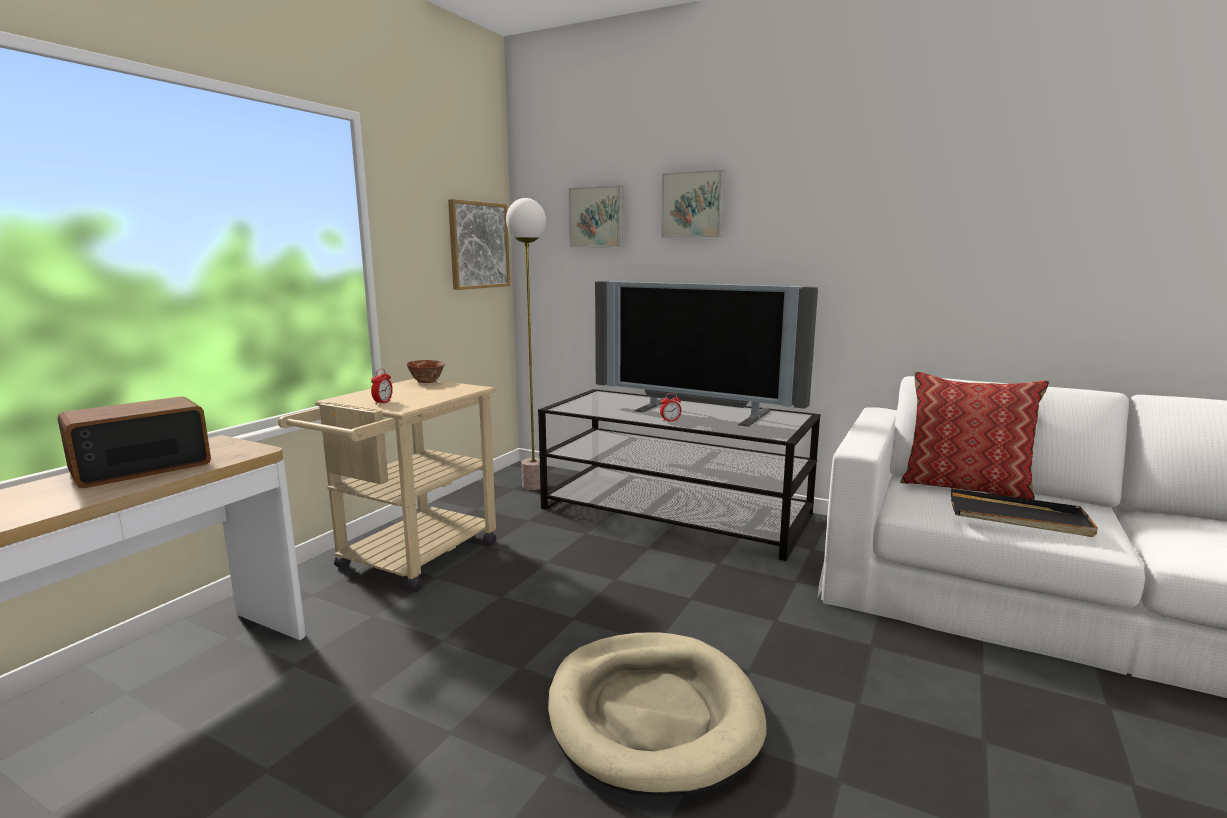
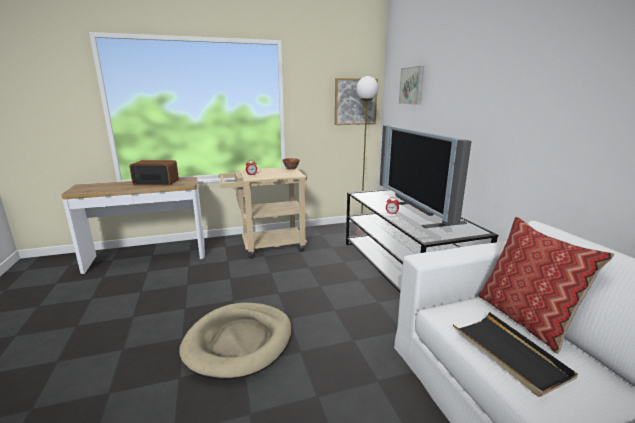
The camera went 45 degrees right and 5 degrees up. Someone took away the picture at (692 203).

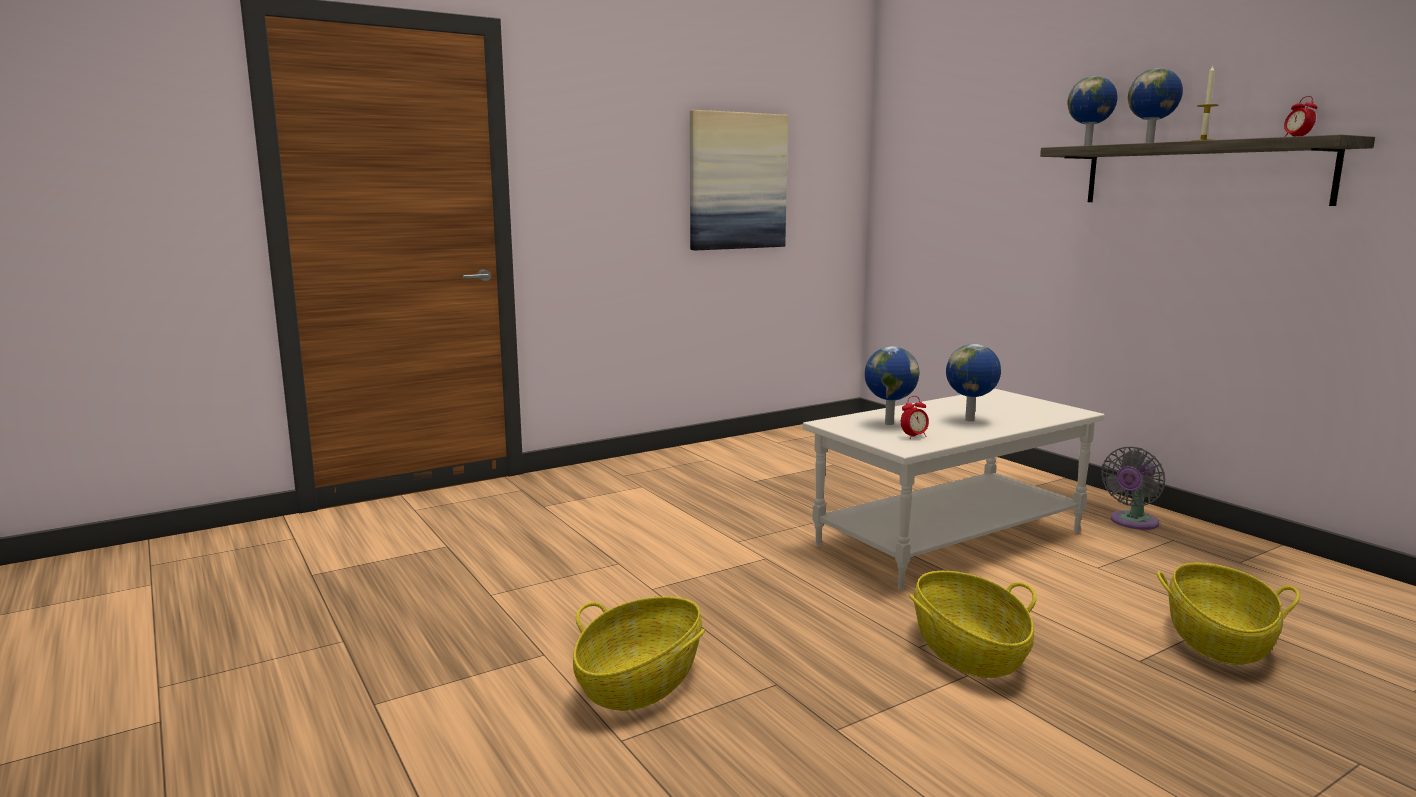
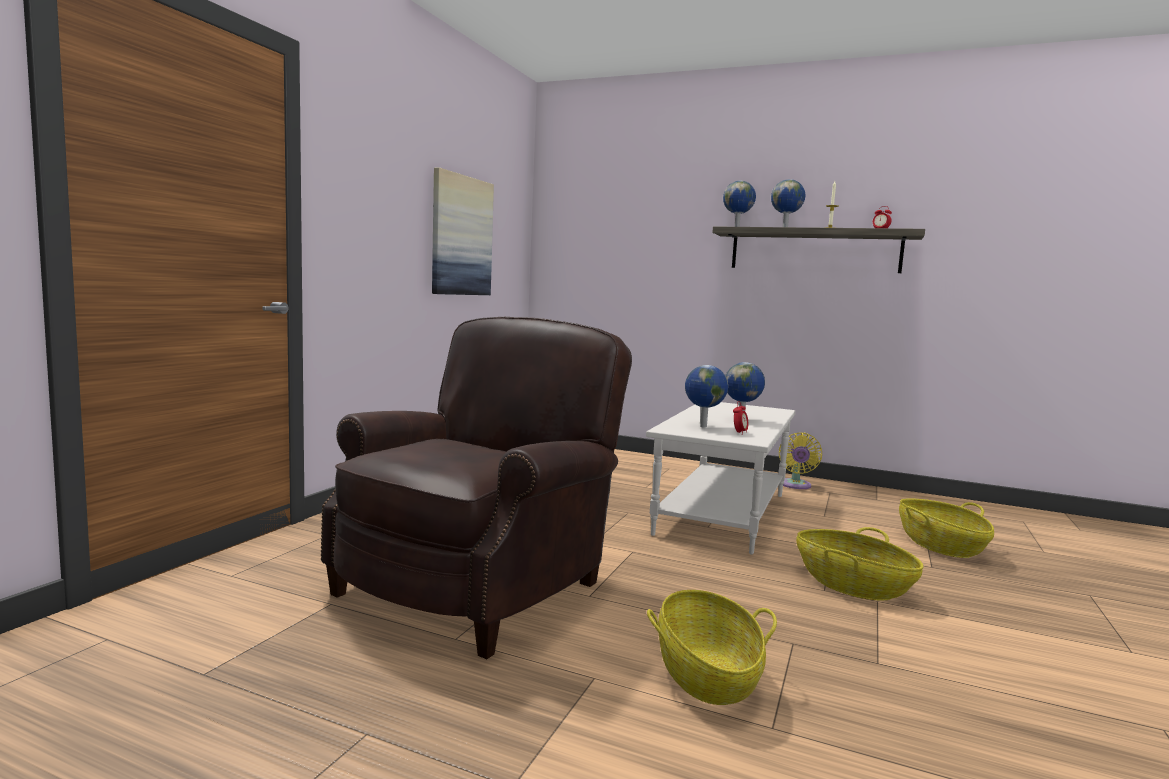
The camera went 35 degrees left and 5 degrees down. Someone put down the brown armchair at (476 488). Someone repainted the grey fan at (1133 488), which became the yellow fan at (800 461).

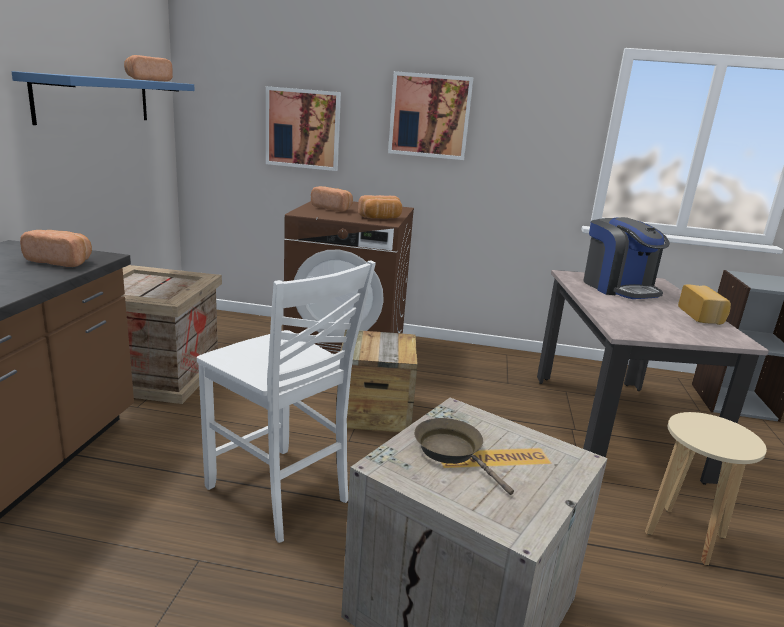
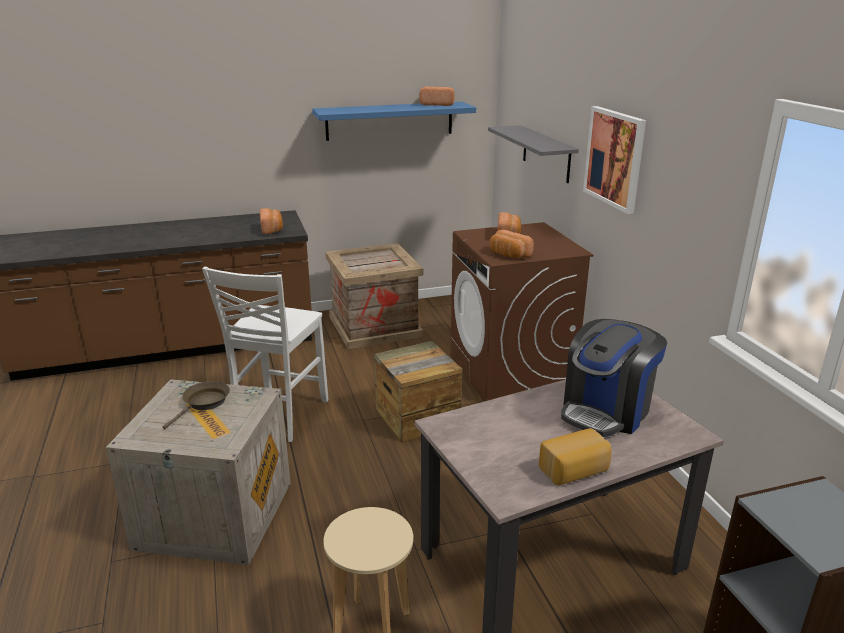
The camera went 65 degrees right and 5 degrees up. Someone swapped the picture at (303 128) for the grey shelf at (533 154).

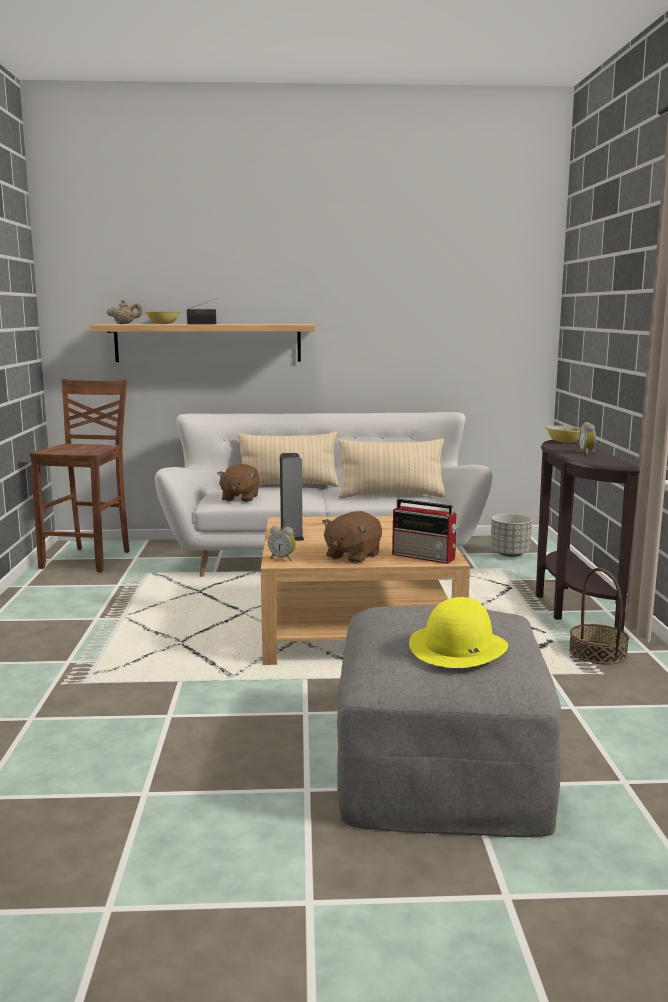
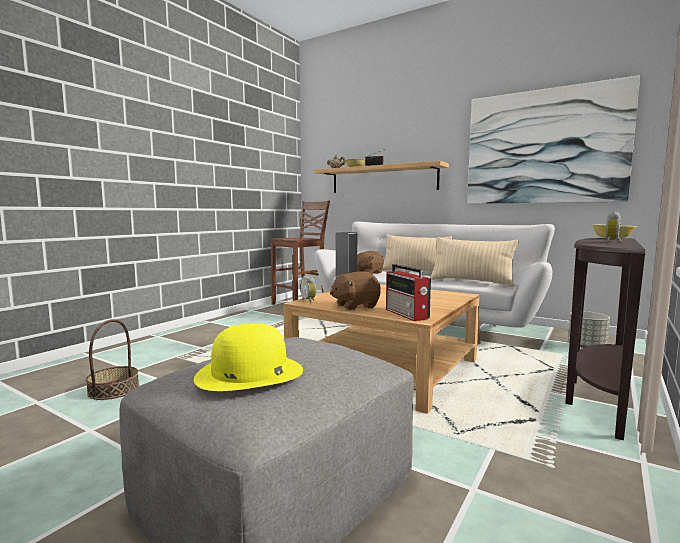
The camera went 35 degrees right and 5 degrees down. Someone put up the picture at (553 139). Someone carried the basket from (599 616) to (112 359).

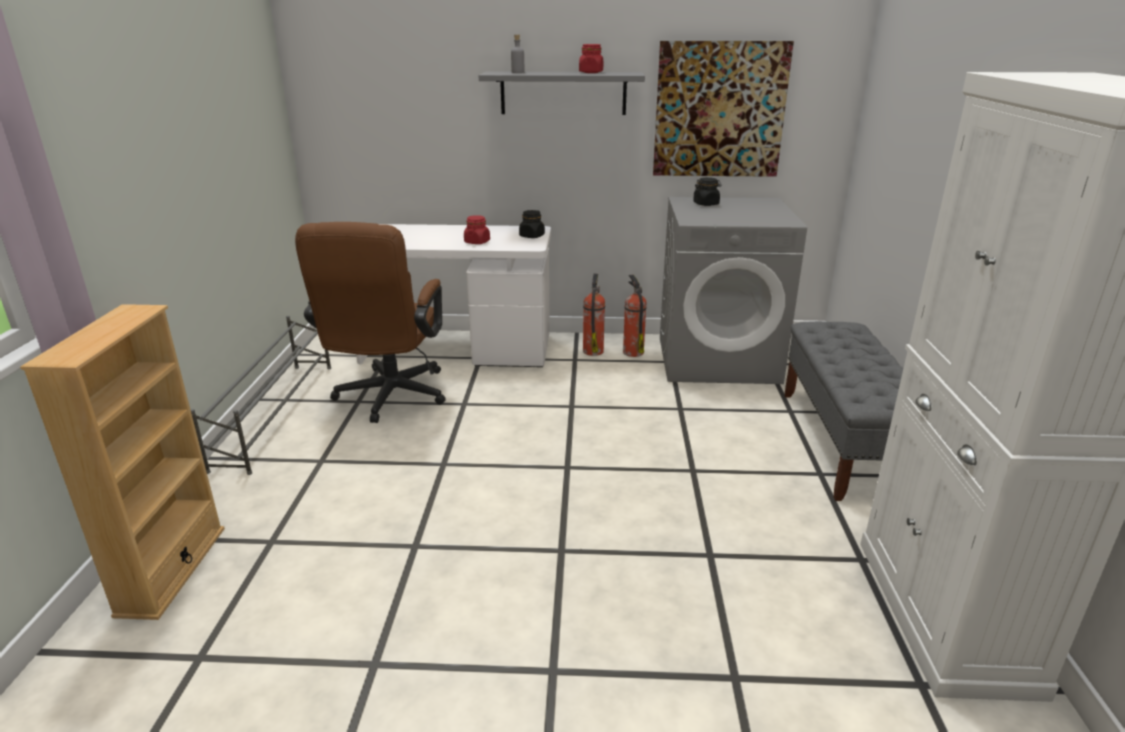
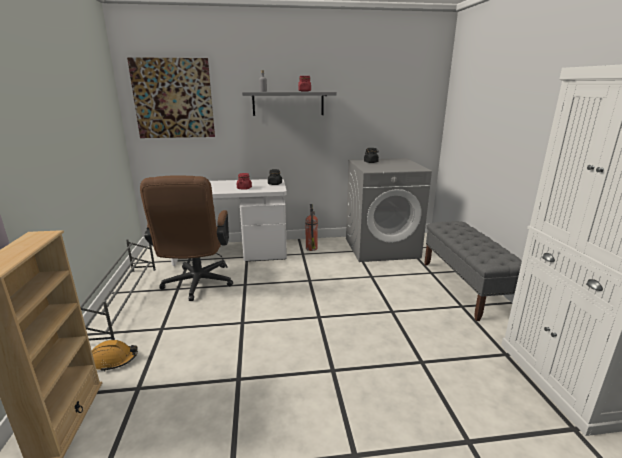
The camera went 10 degrees left and 5 degrees down. Someone took away the fire extinguisher at (635 316). Someone put down the orange hard hat at (115 356). Someone carried the picture from (723 109) to (171 97).

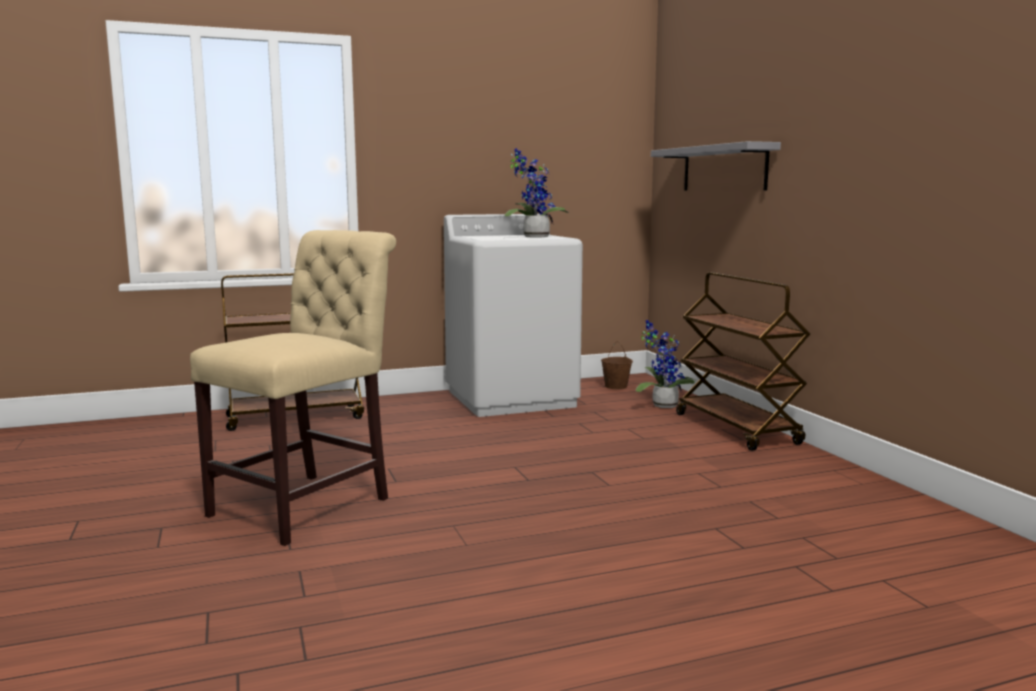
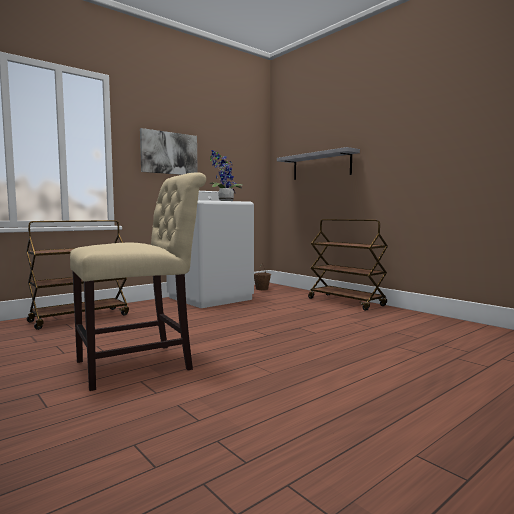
The camera went 20 degrees left and 5 degrees down. Someone took away the potted plant at (666 364). Someone put up the picture at (169 151). Someone rotated the beige chair at (293 388) by 45 degrees clockwise.

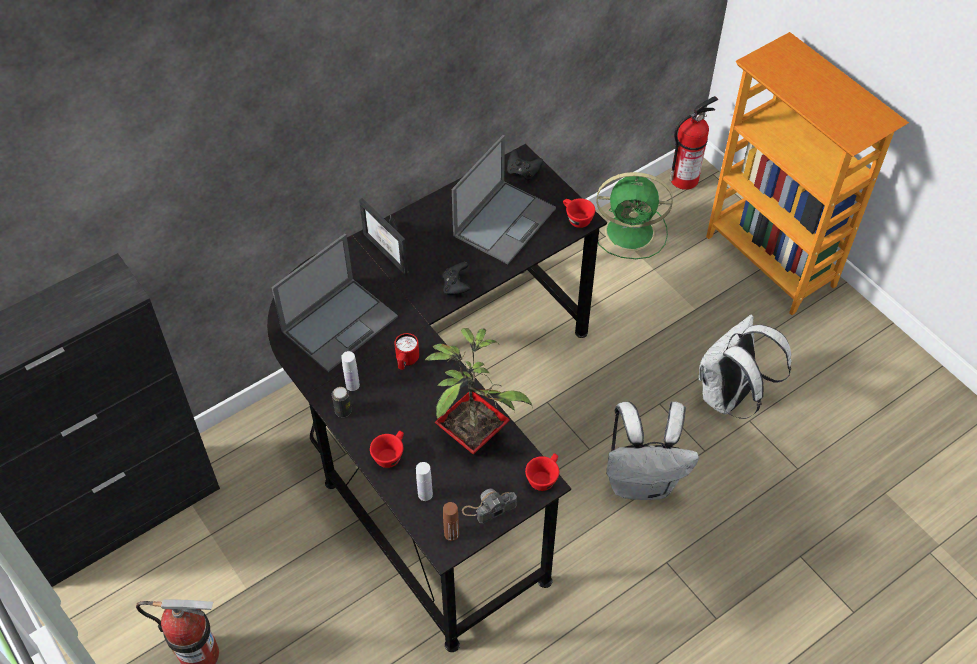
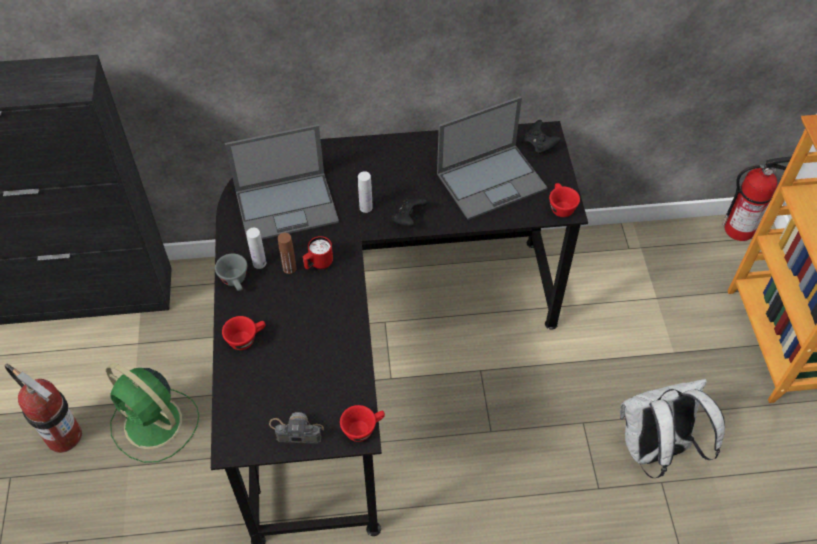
The camera went 30 degrees right and 0 degrees up. Someone took away the picture frame at (383 236). Someone took away the potted plant at (478 391). Someone took away the white backpack at (652 450). Someone carried the white bottle from (424 481) to (365 192). Someone carried the brown bottle from (451 521) to (287 253). Someone carried the green fan from (634 215) to (152 413). Someone swapped the can at (342 402) for the grey cup at (231 272).

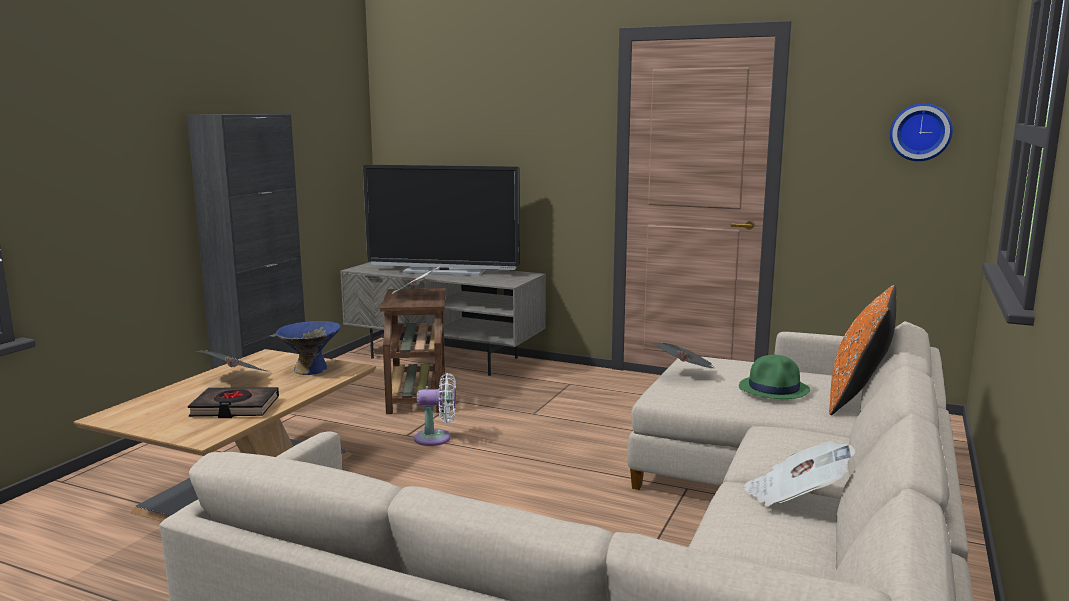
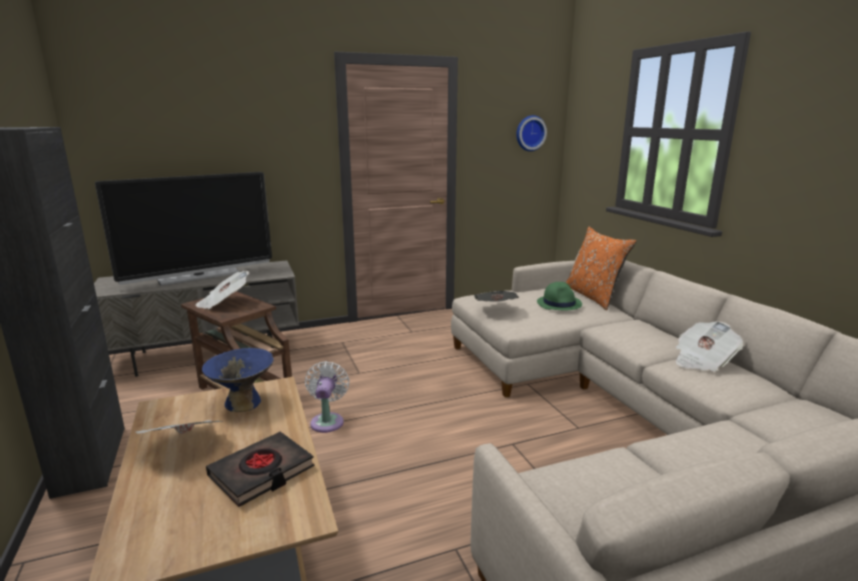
The camera went 45 degrees left and 5 degrees up. Someone rotated the white fan at (435 409) by 45 degrees counterclockwise.

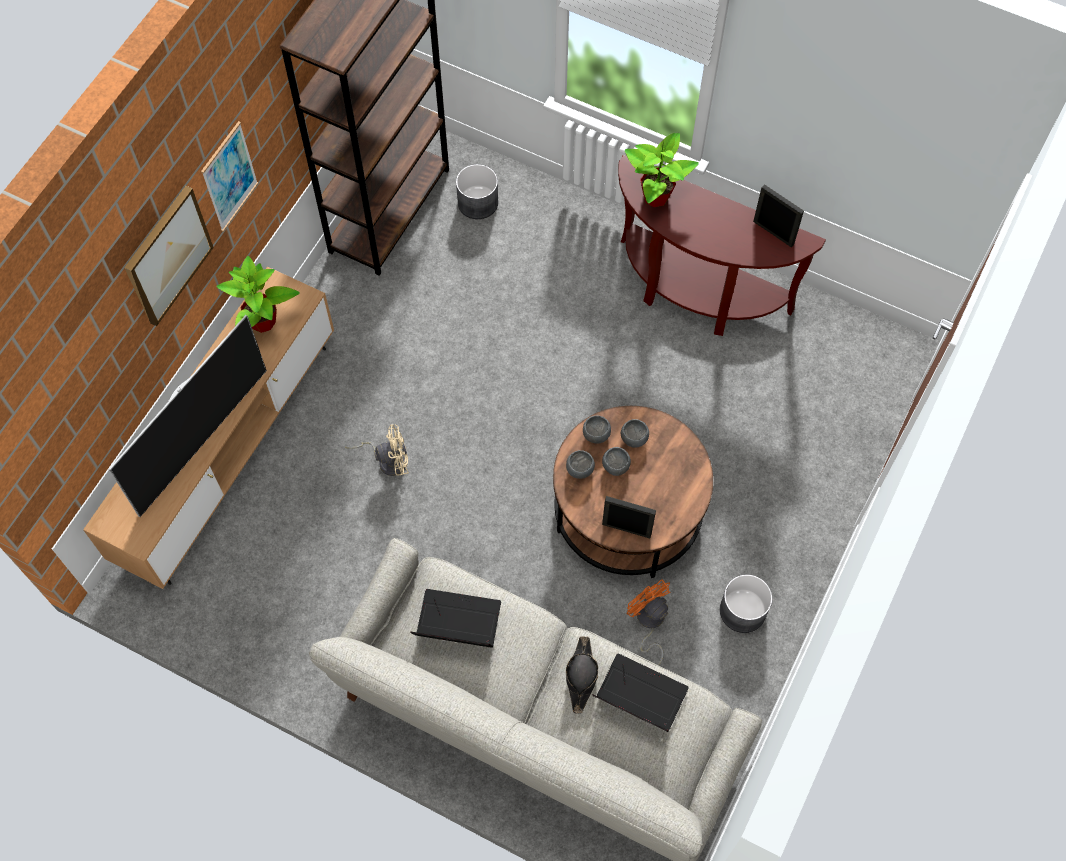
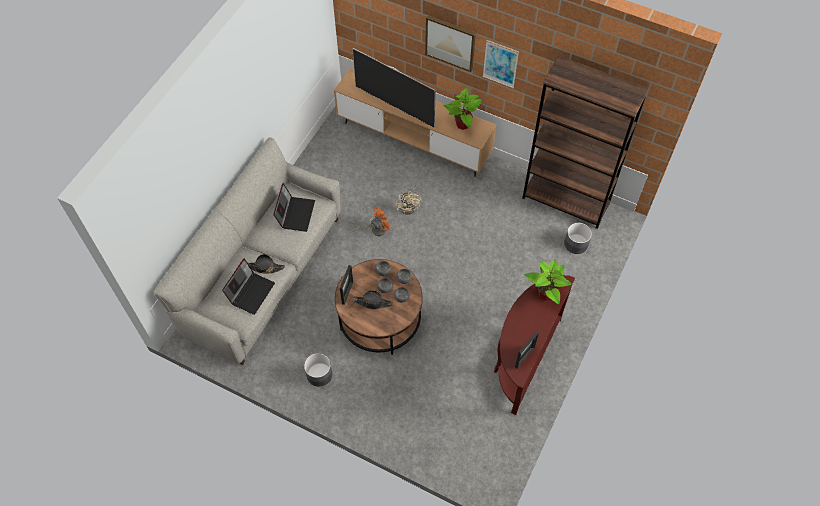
The camera went 90 degrees right and 5 degrees down. Someone put down the black hat at (373 299). Someone carried the orange fan from (648 622) to (372 222).

